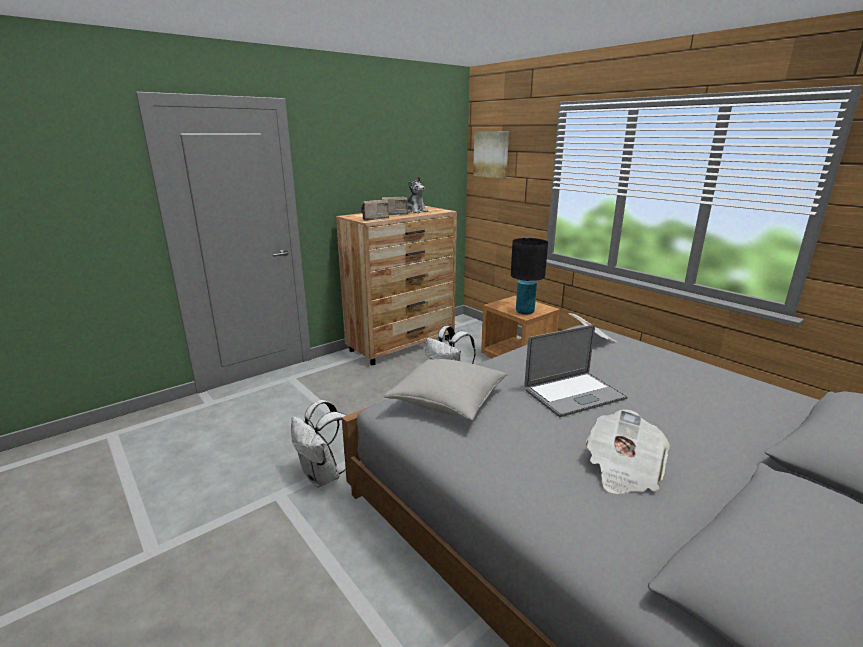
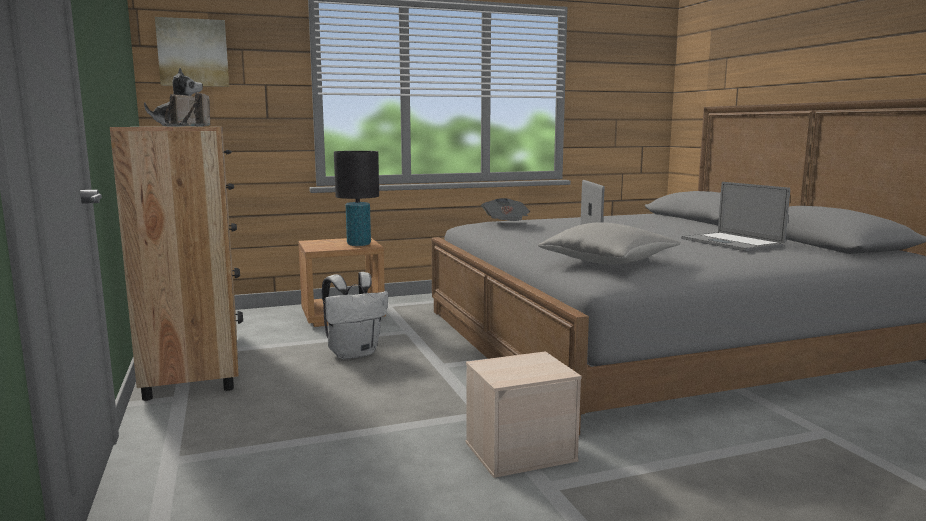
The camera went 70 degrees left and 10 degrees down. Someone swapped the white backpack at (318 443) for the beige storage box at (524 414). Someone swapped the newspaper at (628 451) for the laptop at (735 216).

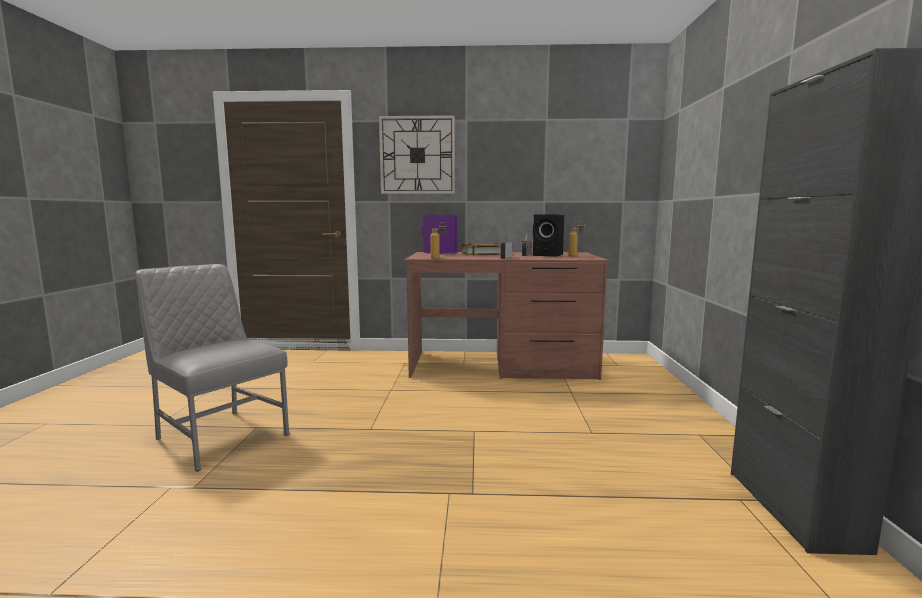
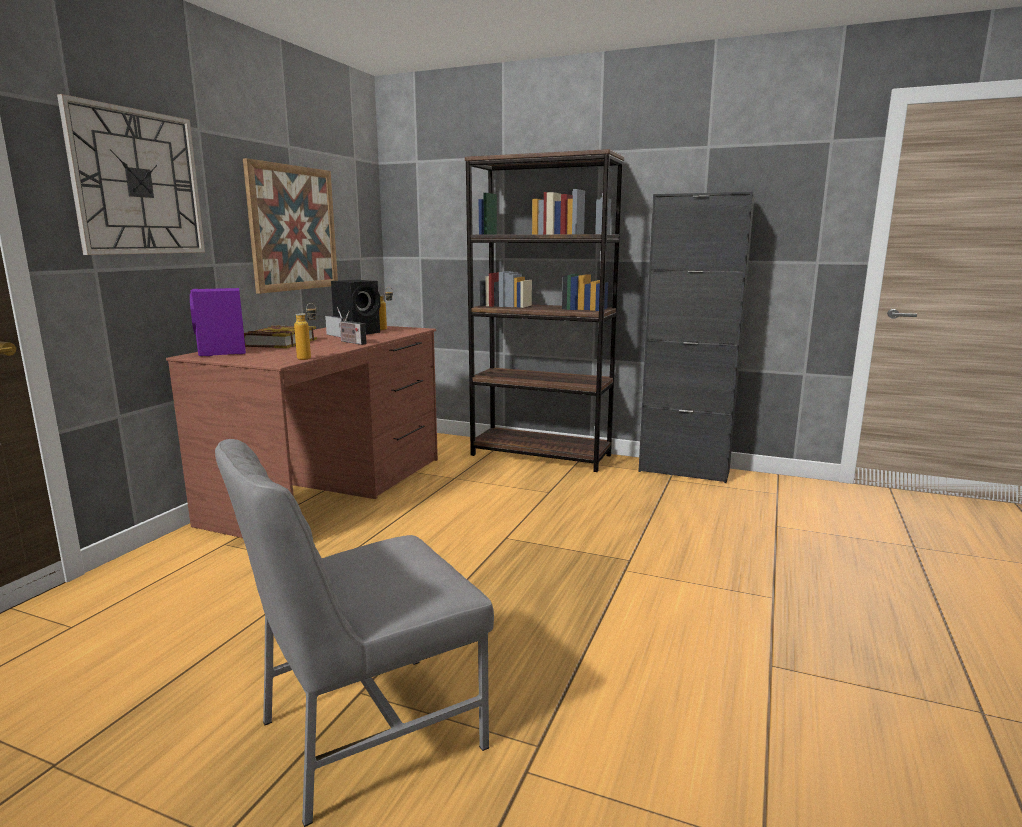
The camera went 70 degrees left and 5 degrees up. Someone put up the picture at (290 226). Someone put down the brown bookcase at (544 310).

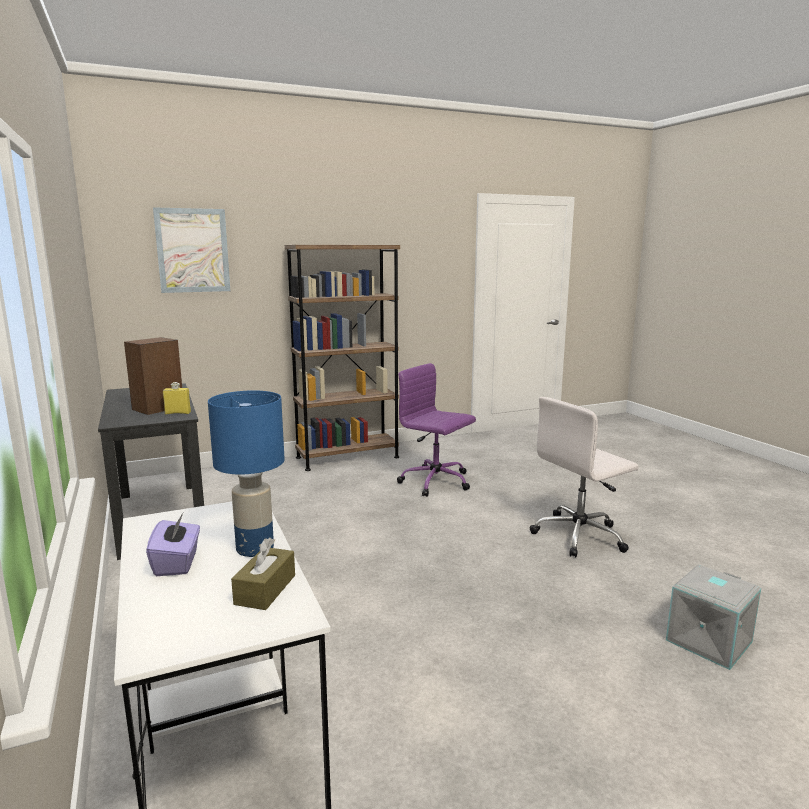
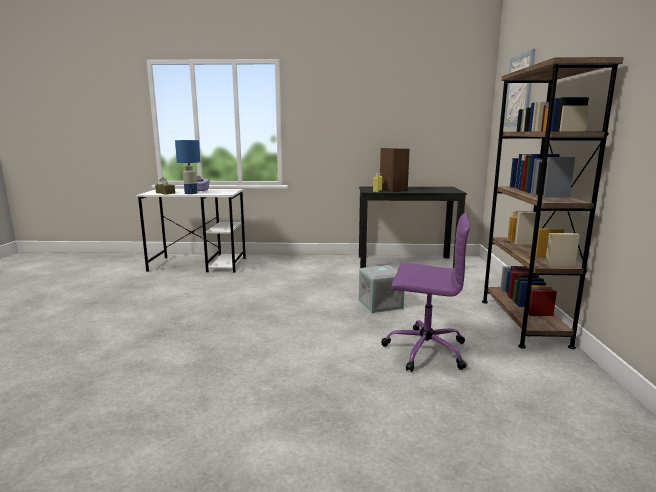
The camera went 115 degrees right and 0 degrees up. Someone took away the white office chair at (583 477). Someone carried the grey storage box from (713 617) to (382 289). Someone rotated the purple office chair at (436 430) by 45 degrees clockwise.

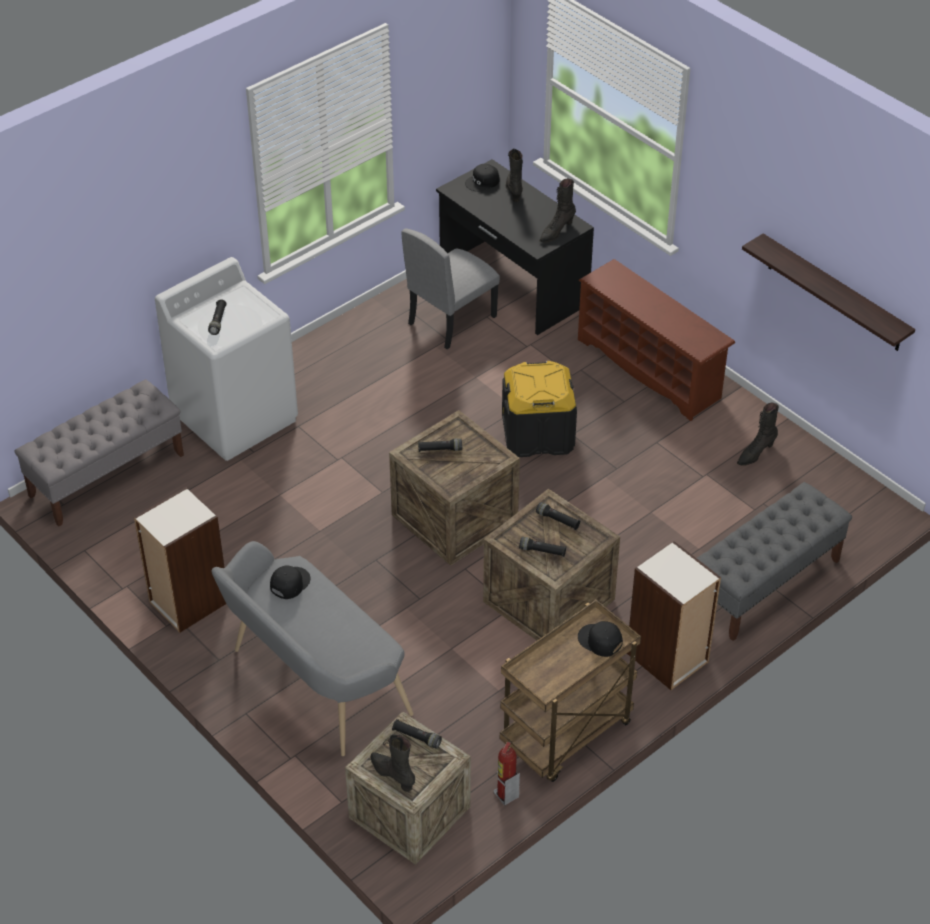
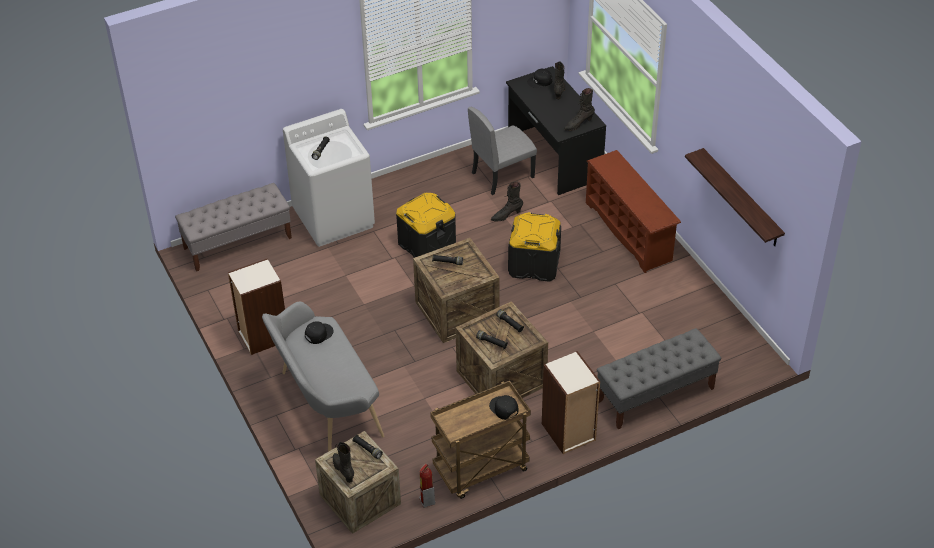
The camera went 15 degrees right and 0 degrees up. Someone put down the black storage box at (426 225). Someone carried the black boot from (758 434) to (507 201).

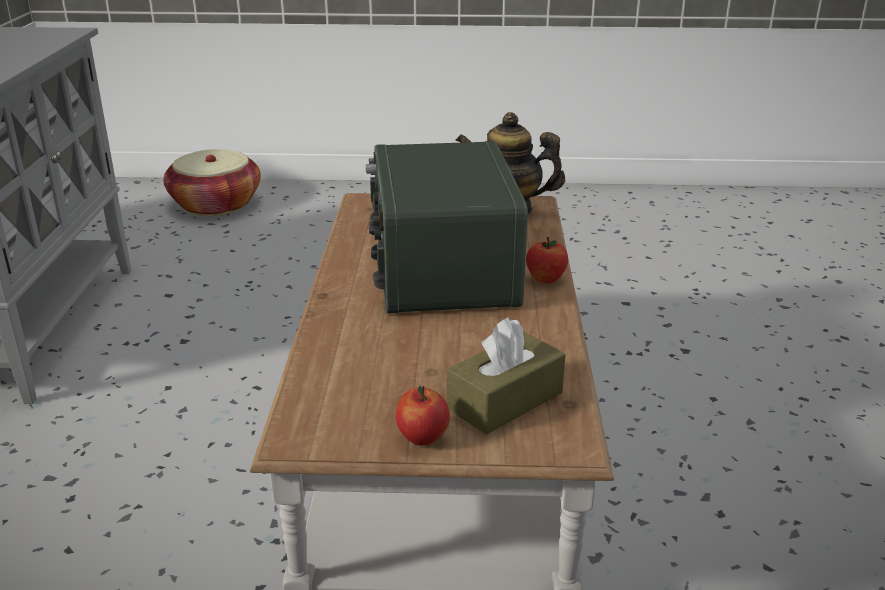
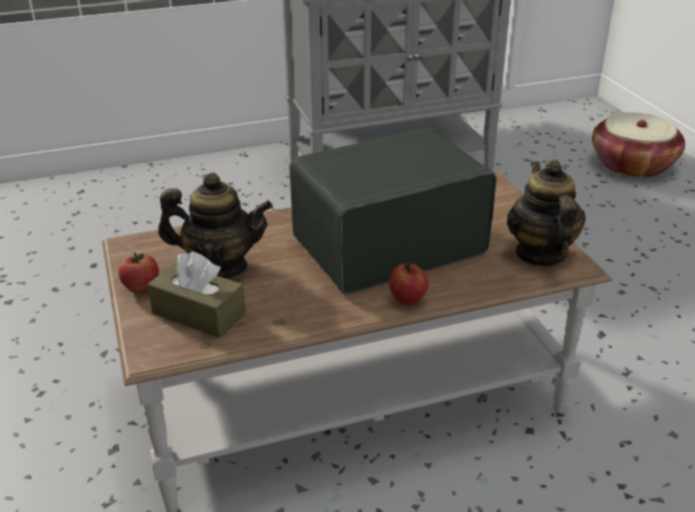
The camera went 70 degrees right and 5 degrees up. Someone put down the teapot at (215 225).

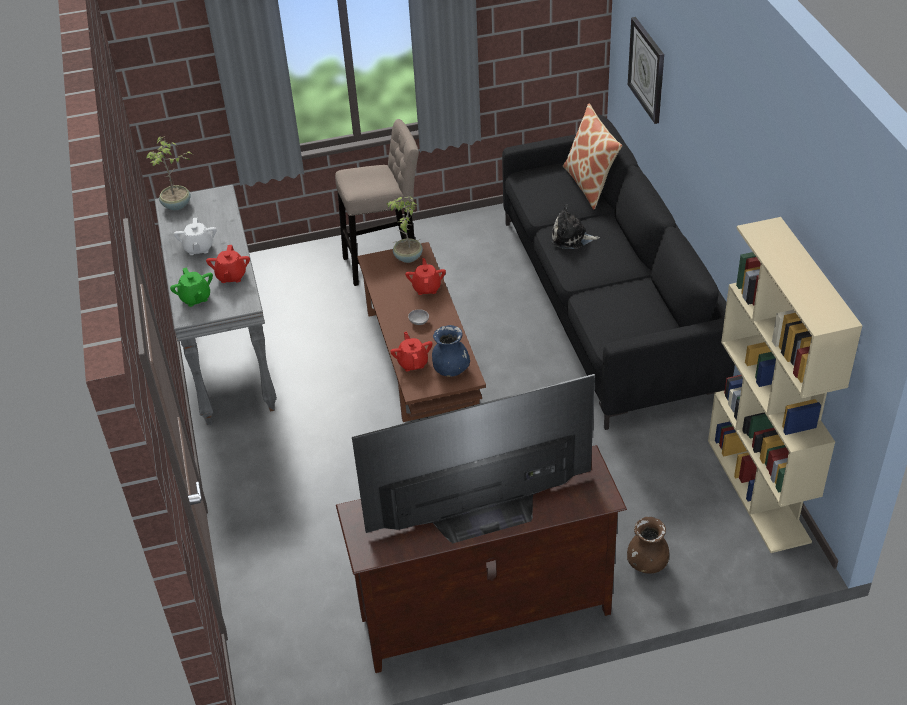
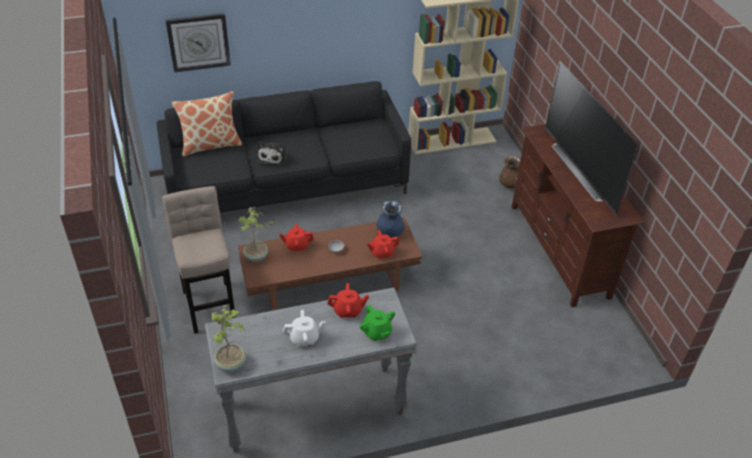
The camera went 95 degrees left and 0 degrees up. Someone rotated the green teapot at (191 287) by 90 degrees clockwise.

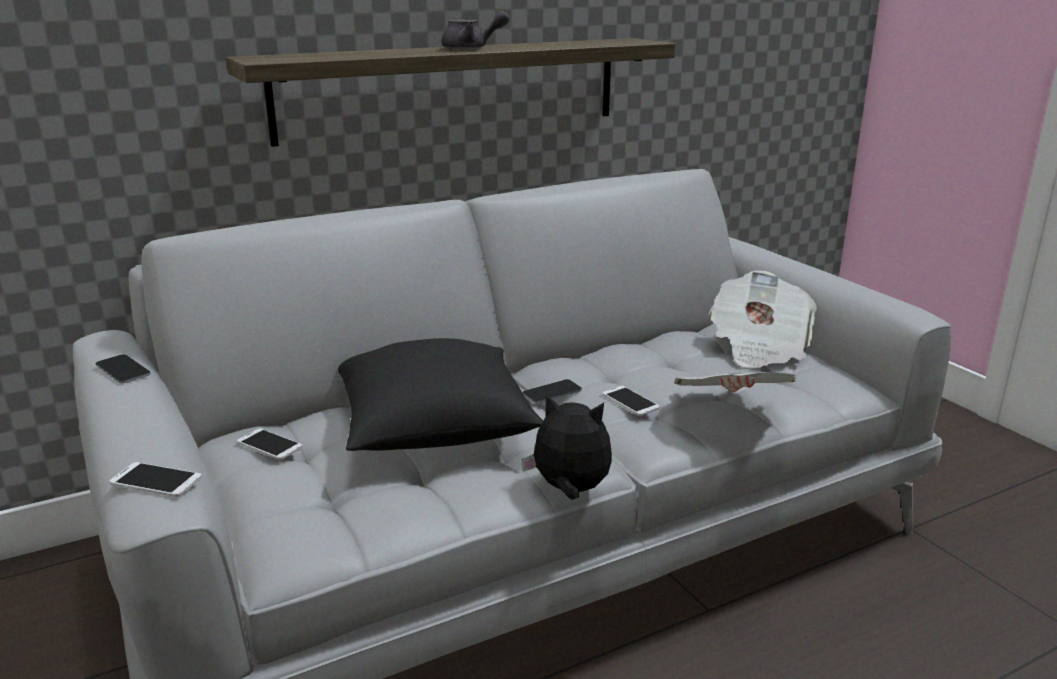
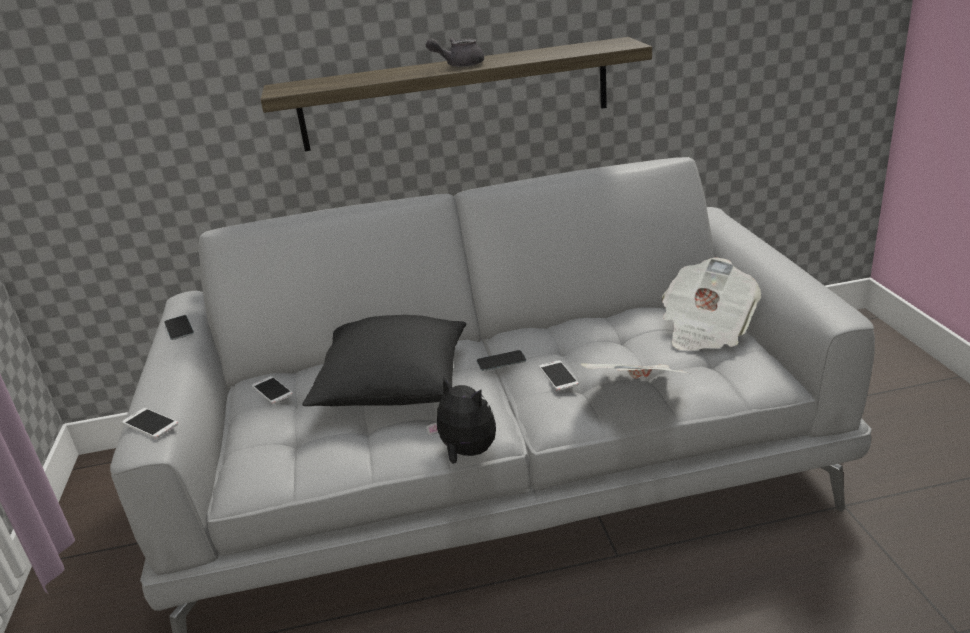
The camera went 20 degrees right and 5 degrees up. Someone rotated the grey teapot at (475 30) by 150 degrees clockwise.

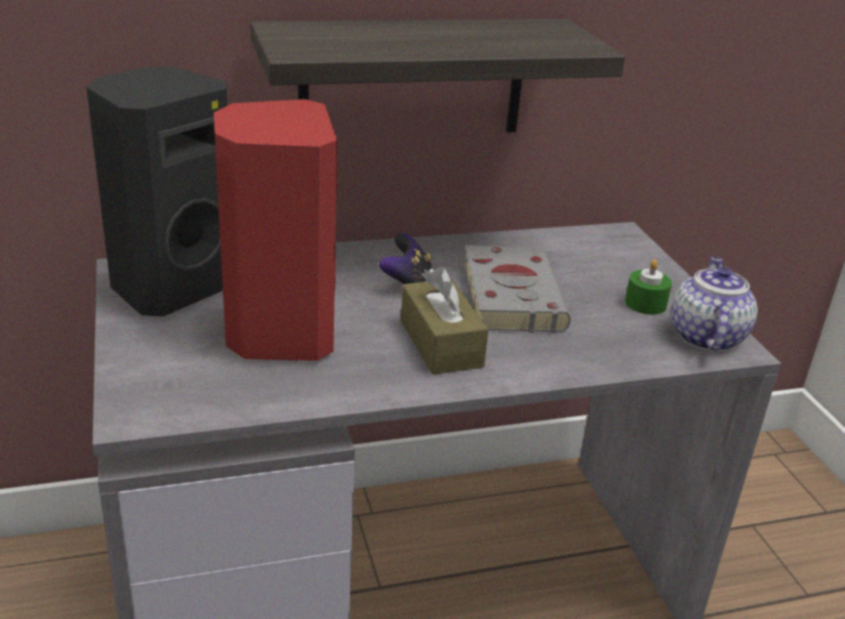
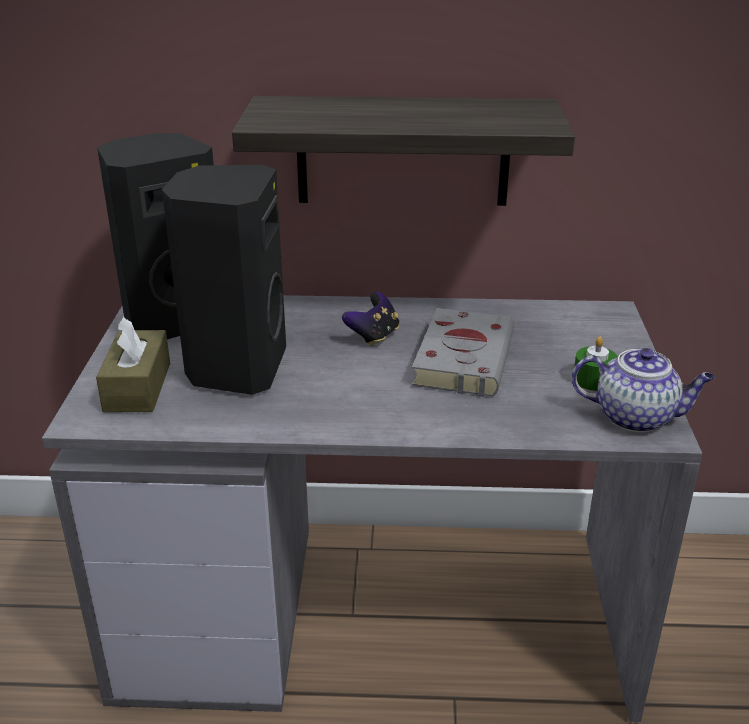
The camera went 20 degrees right and 0 degrees up. Someone carried the brown tissue box from (445 321) to (133 364). Someone repainted the red speaker at (275 230), which became the black speaker at (224 280). Someone rotated the teapot at (714 304) by 75 degrees clockwise.

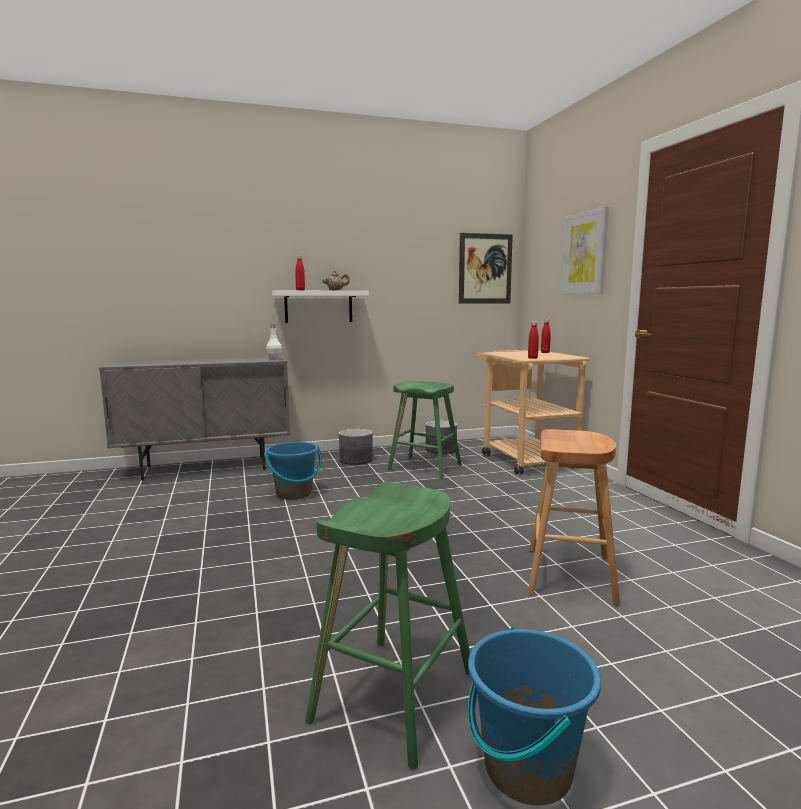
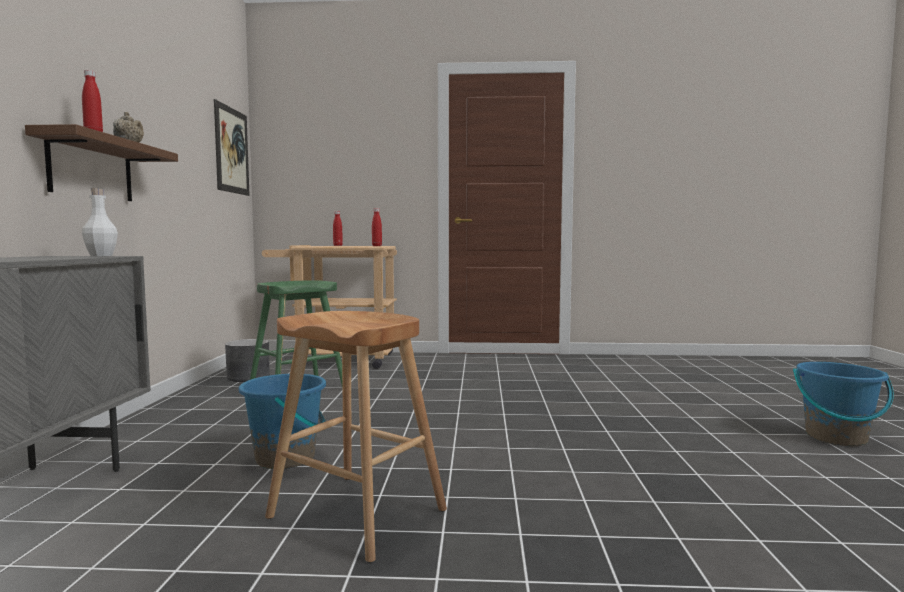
The camera went 70 degrees left and 5 degrees down. Someone took away the green stool at (387 626). Someone took away the grey planter at (356 447). Someone took away the picture at (585 250). Someone carried the brown stool from (574 517) to (356 437). Someone repainted the white shelf at (320 306), which became the brown shelf at (101 162).

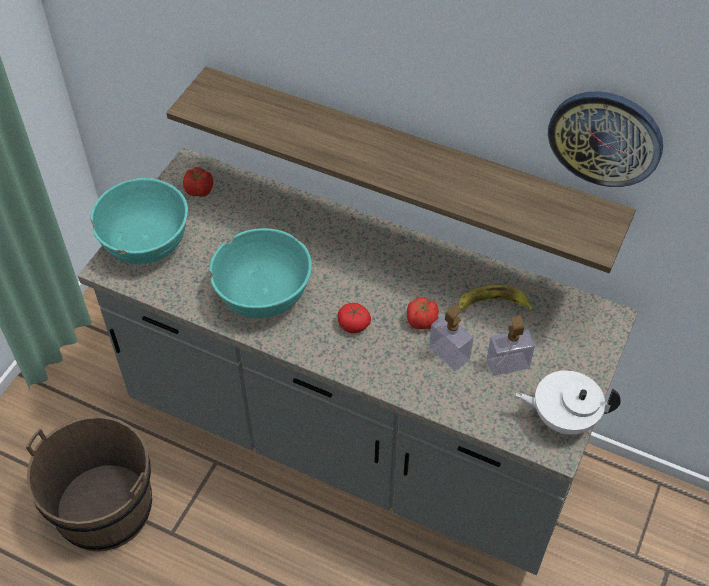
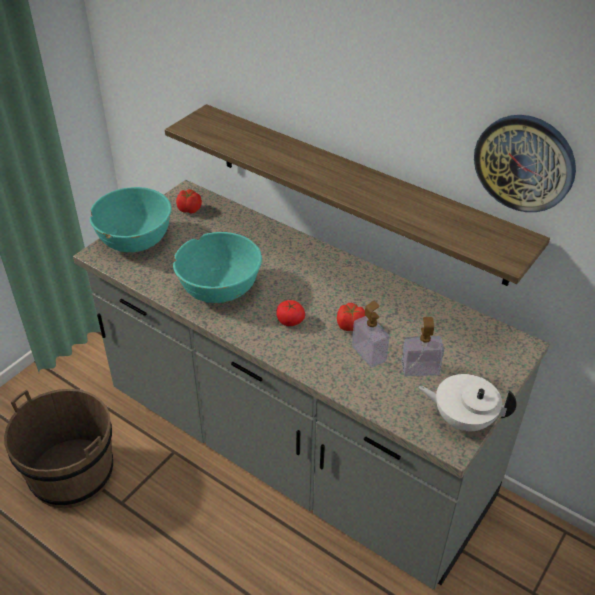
The camera went 10 degrees right and 10 degrees down. Someone took away the banana at (496 297).

